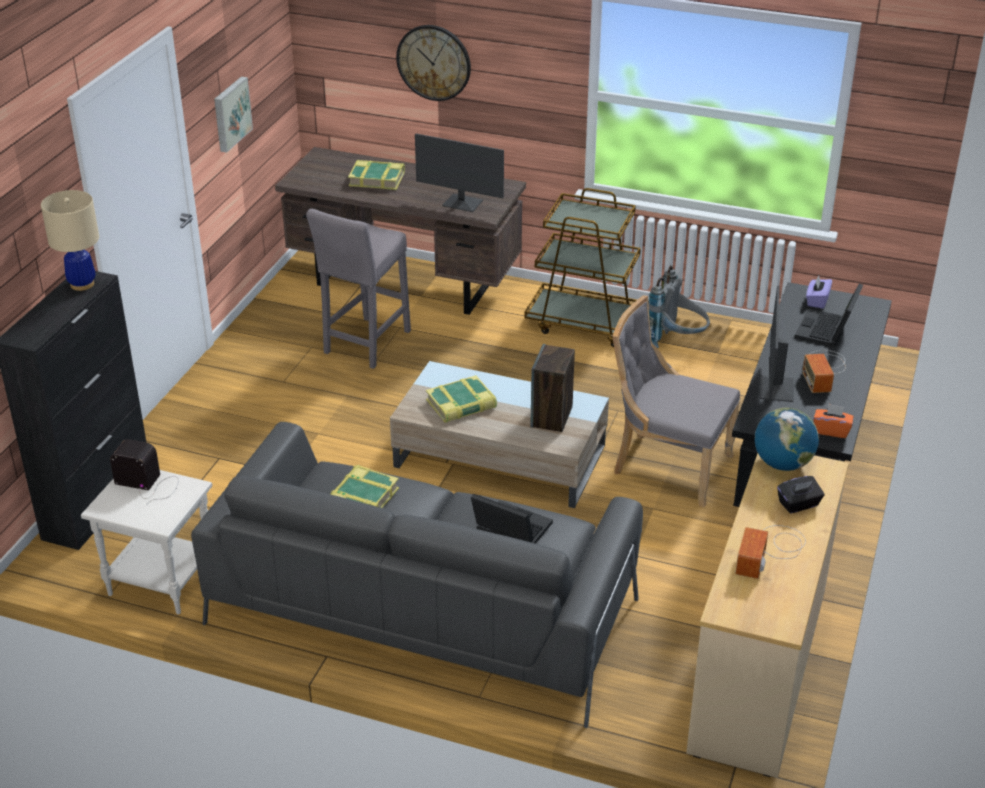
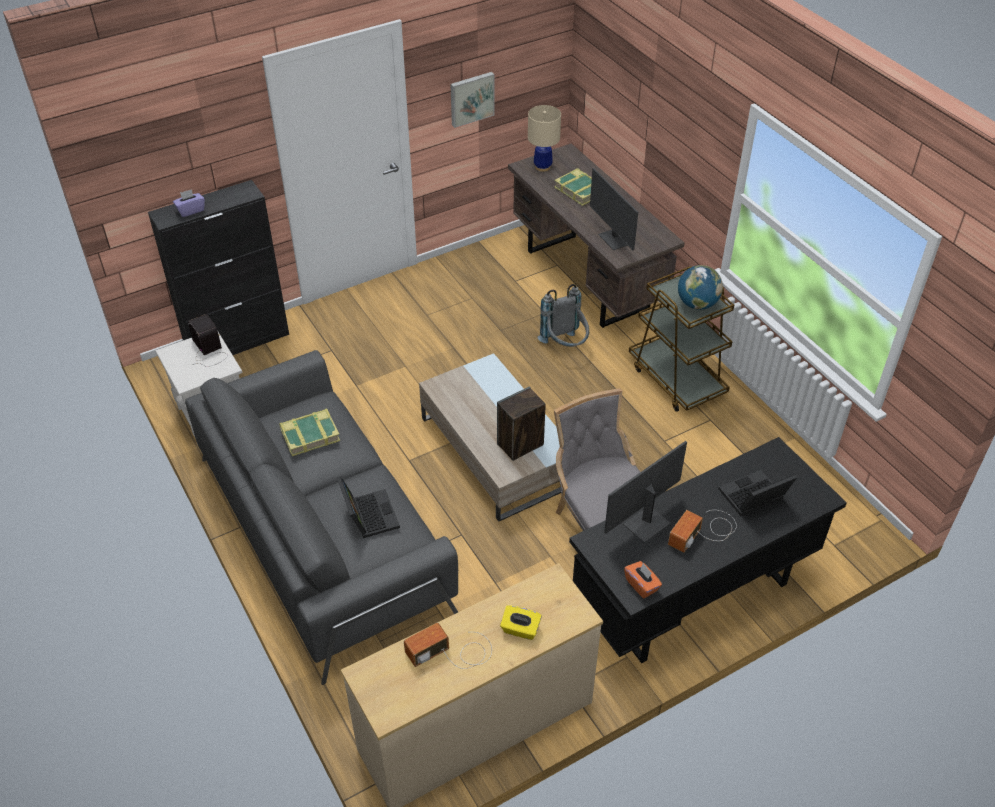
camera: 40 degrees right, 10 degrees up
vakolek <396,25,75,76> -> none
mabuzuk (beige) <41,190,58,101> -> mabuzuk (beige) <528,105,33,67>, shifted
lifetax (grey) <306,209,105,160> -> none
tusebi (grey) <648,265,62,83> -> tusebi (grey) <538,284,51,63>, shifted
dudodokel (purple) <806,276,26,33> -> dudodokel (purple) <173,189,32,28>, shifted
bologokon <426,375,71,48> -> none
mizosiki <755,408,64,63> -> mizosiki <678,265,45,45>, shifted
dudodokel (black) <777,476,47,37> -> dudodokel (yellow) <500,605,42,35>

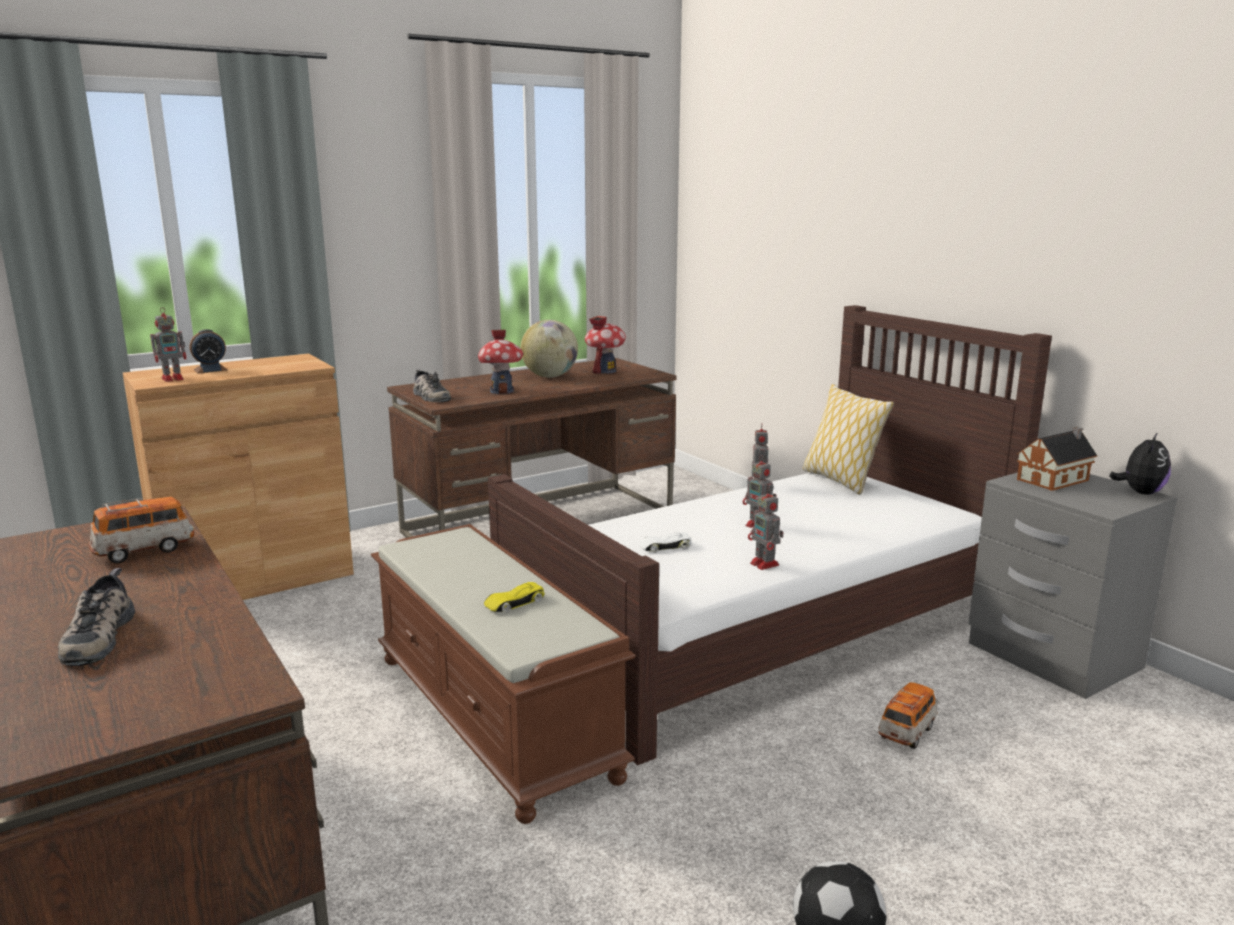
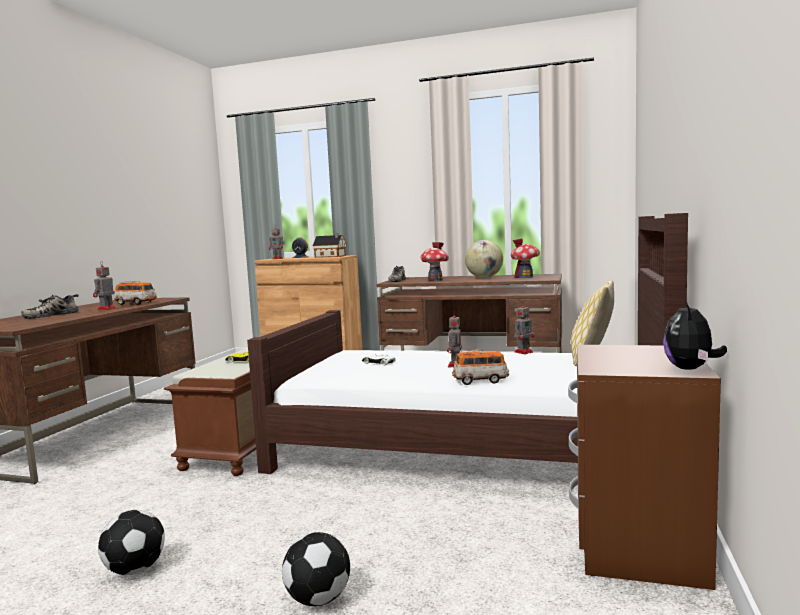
camera: 50 degrees right, 10 degrees down
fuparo <1016,427,81,64> -> fuparo <313,233,34,25>, shifted
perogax <1109,432,62,62> -> perogax <663,300,64,70>, 120 degrees clockwise
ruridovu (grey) <968,472,209,227> -> ruridovu (brown) <568,345,153,245>
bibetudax <748,488,35,82> -> bibetudax <93,261,23,49>, shifted
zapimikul <878,682,60,67> -> zapimikul <452,350,57,35>, shifted
none -> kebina <282,532,68,74>

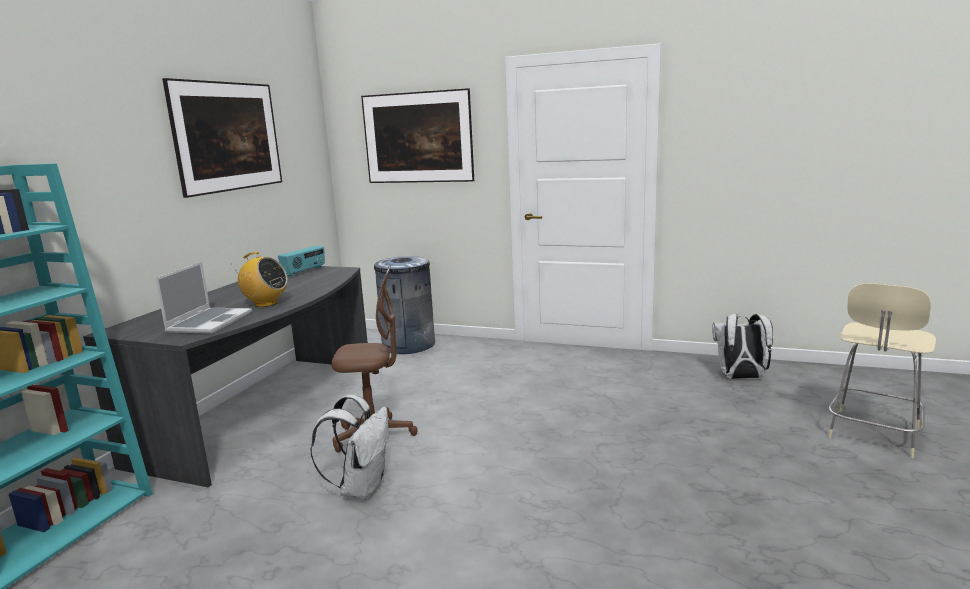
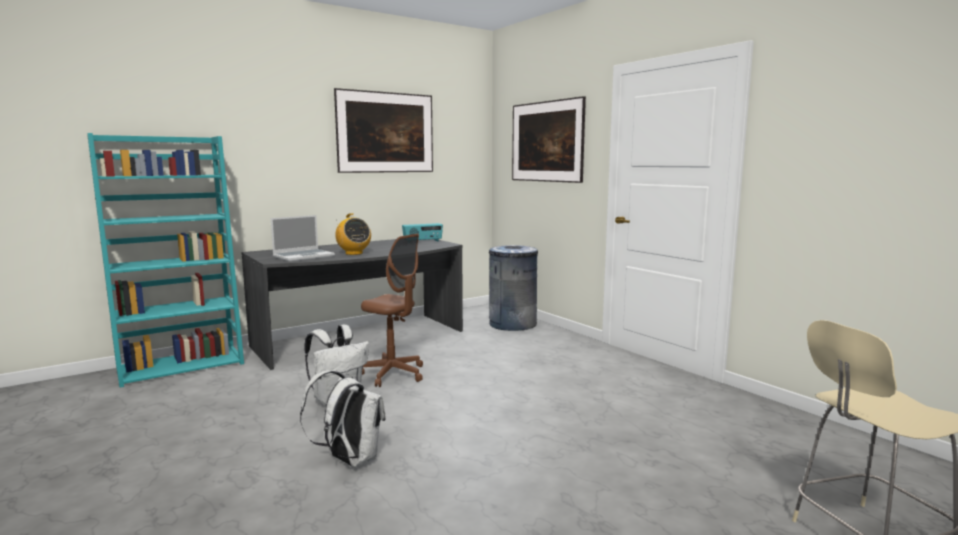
camera: 35 degrees right, 5 degrees down
tusebi (white) <712,314,61,65> -> tusebi (white) <300,370,86,97>, shifted

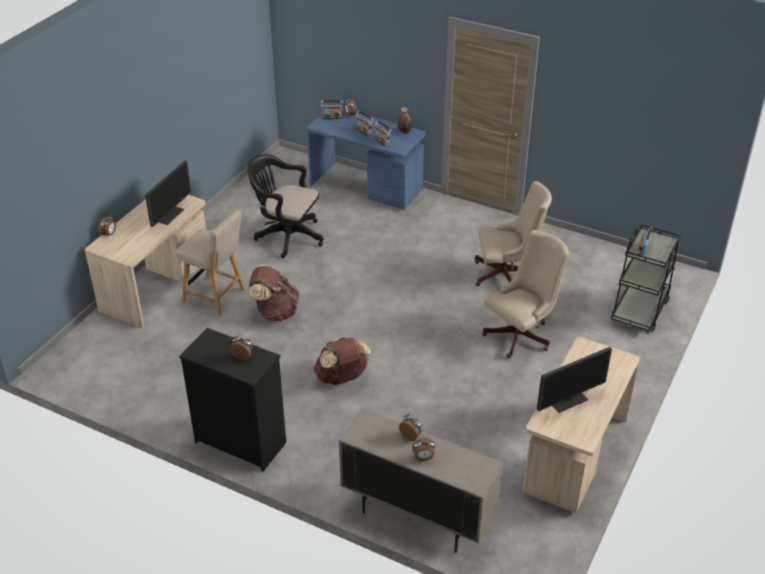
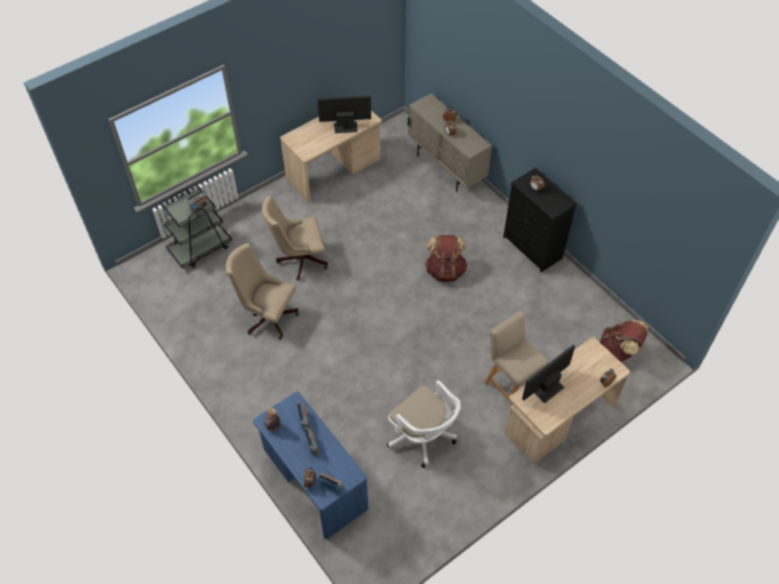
camera: 155 degrees left, 15 degrees up
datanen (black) <247,154,77,104> -> datanen (white) <387,380,74,88>
tusebi (brown) <249,265,50,56> -> tusebi (brown) <600,320,48,42>, shifted

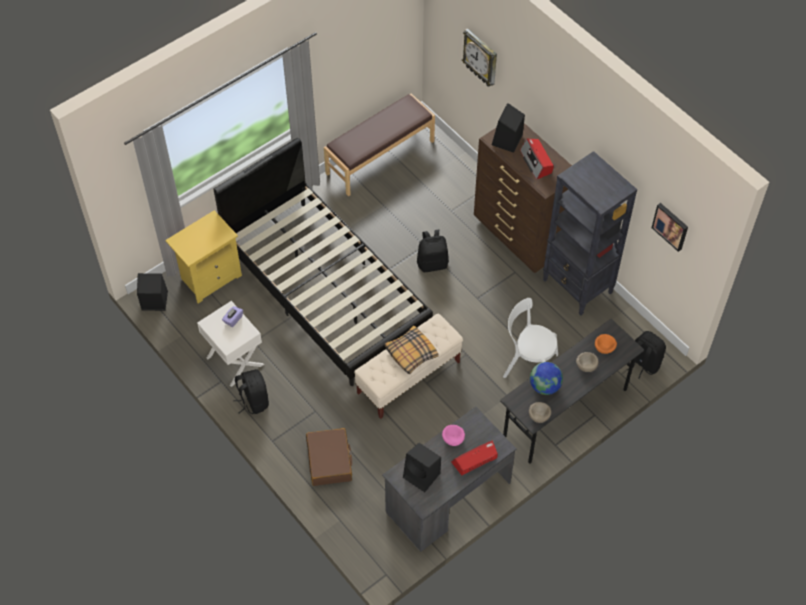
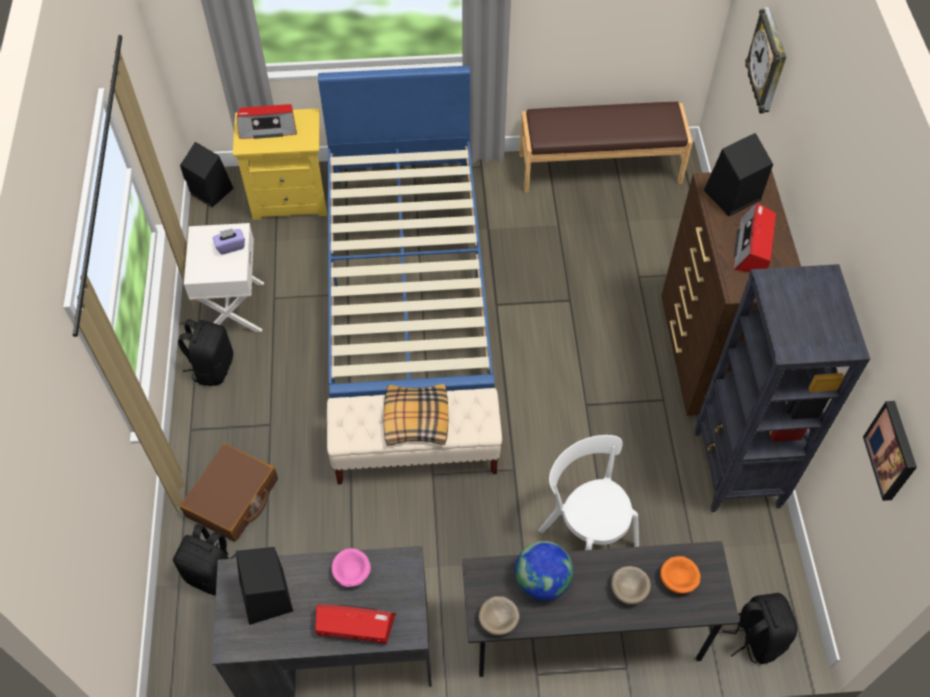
camera: 35 degrees right, 0 degrees up
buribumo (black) <214,138,219,248> -> buribumo (blue) <318,66,177,332>
tusebi (black) <417,229,32,43> -> tusebi (black) <173,524,63,72>, shifted
none -> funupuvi <237,104,60,35>

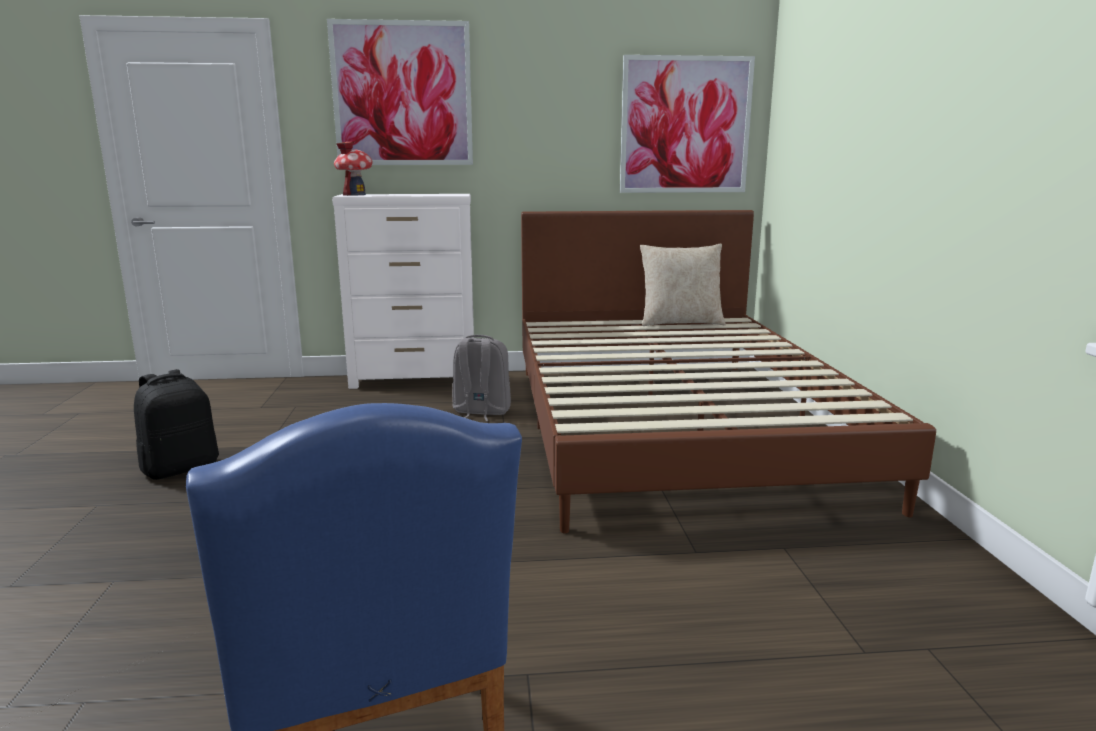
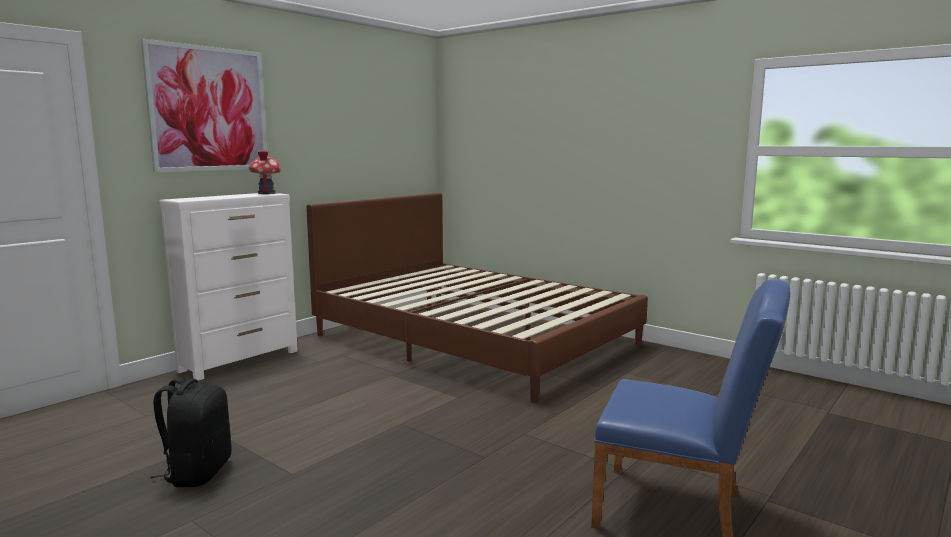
camera: 45 degrees left, 5 degrees down
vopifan <620,55,135,138> -> none
fuparo <334,142,39,54> -> fuparo <248,150,33,44>, shifted
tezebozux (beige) <640,244,86,82> -> none
tusebi (grey) <452,335,59,87> -> none

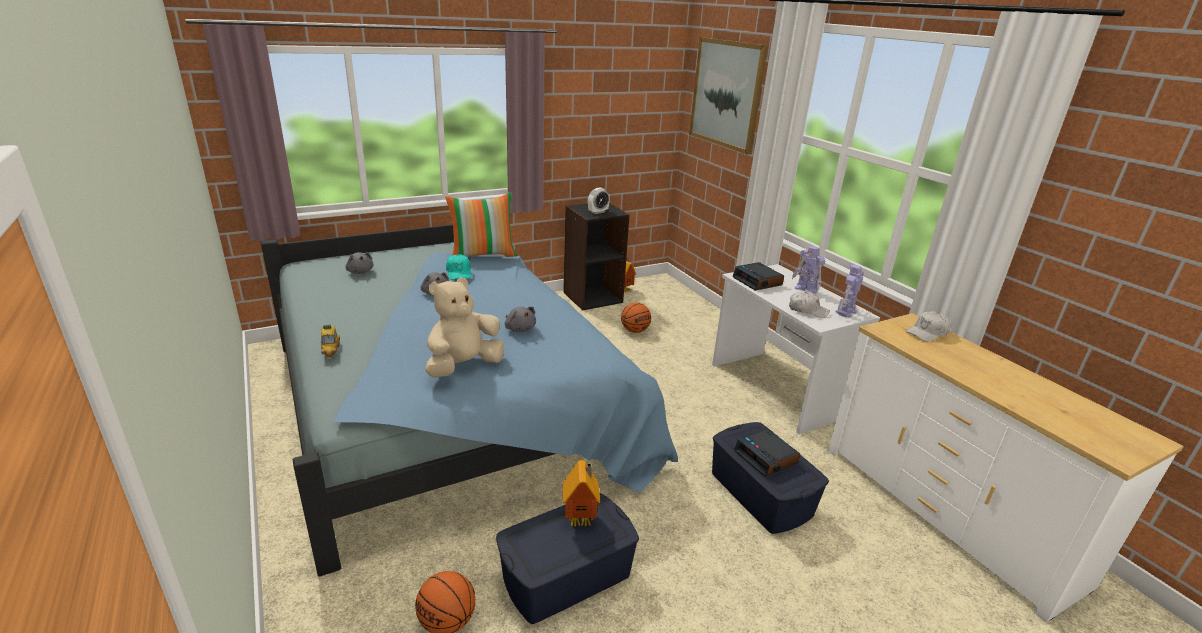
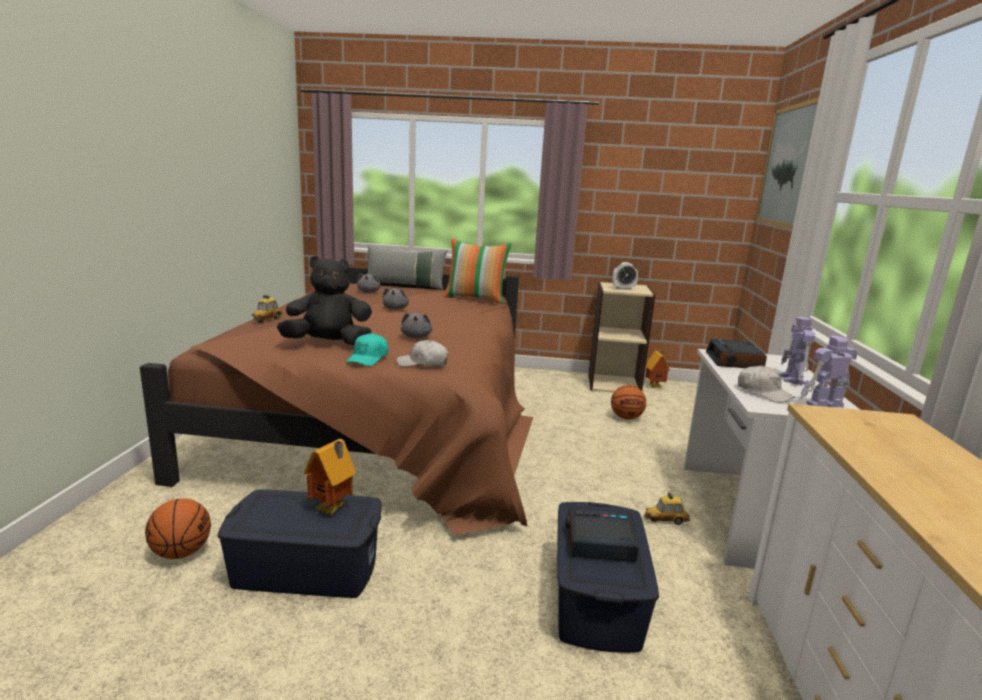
camera: 35 degrees right, 10 degrees down
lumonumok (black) <563,203,67,108> -> lumonumok (beige) <588,282,67,111>
buribumo (blue) <261,224,417,353> -> buribumo (brown) <140,267,393,268>
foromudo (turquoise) <446,254,25,26> -> foromudo (turquoise) <346,333,42,33>, shifted
perogax (beige) <425,277,79,101> -> perogax (black) <277,256,95,89>
foromudo (white) <906,311,45,31> -> foromudo (white) <397,340,51,27>, shifted
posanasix <734,428,66,49> -> posanasix <566,508,73,54>, 90 degrees clockwise
none -> tezebozux (grey) <367,245,80,45>
none -> zapimikul <644,493,47,32>

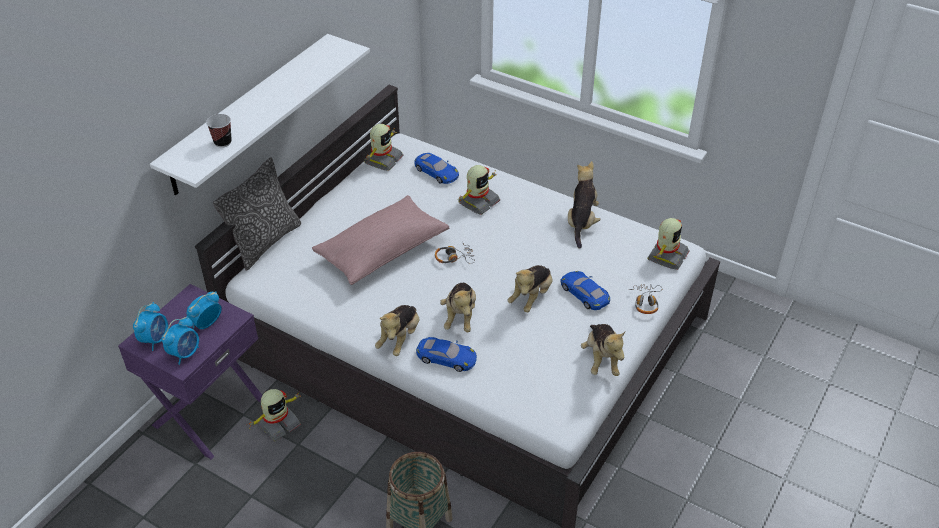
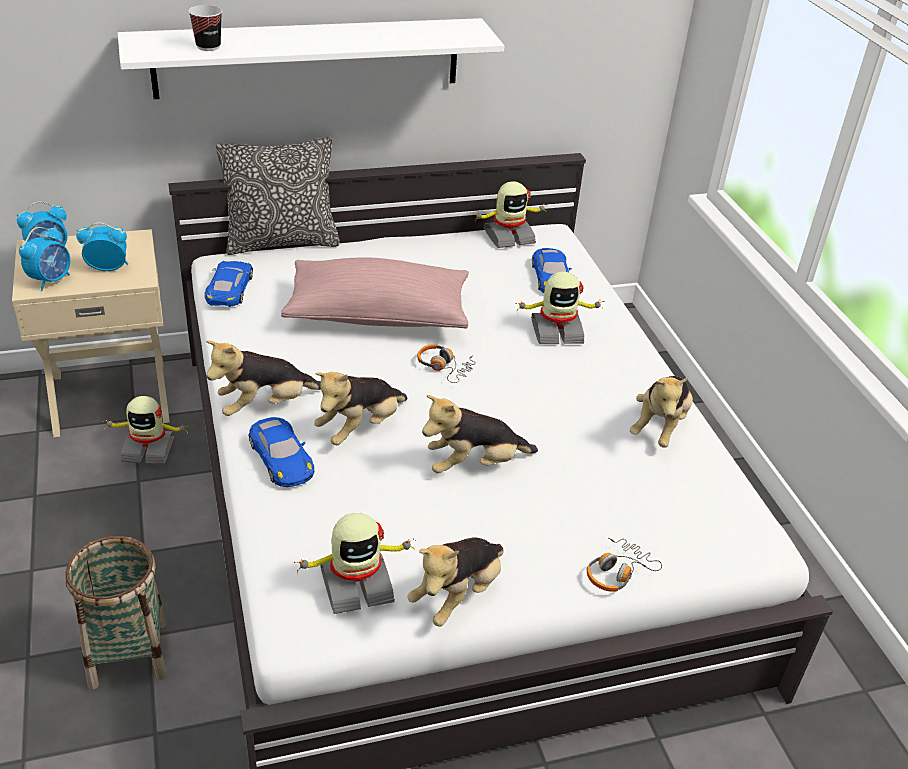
camera: 40 degrees right, 5 degrees down
perogax <568,161,33,88> -> perogax <630,376,63,72>, 150 degrees clockwise
bibetudax <648,218,41,52> -> bibetudax <294,513,121,101>, shifted
zapimikul (blue) <561,271,49,39> -> zapimikul (blue) <205,261,48,46>, shifted
ruridovu (purple) <118,284,144,175> -> ruridovu (beige) <12,229,158,208>
posanasix <162,316,37,49> -> posanasix <19,227,51,64>, 45 degrees counterclockwise

